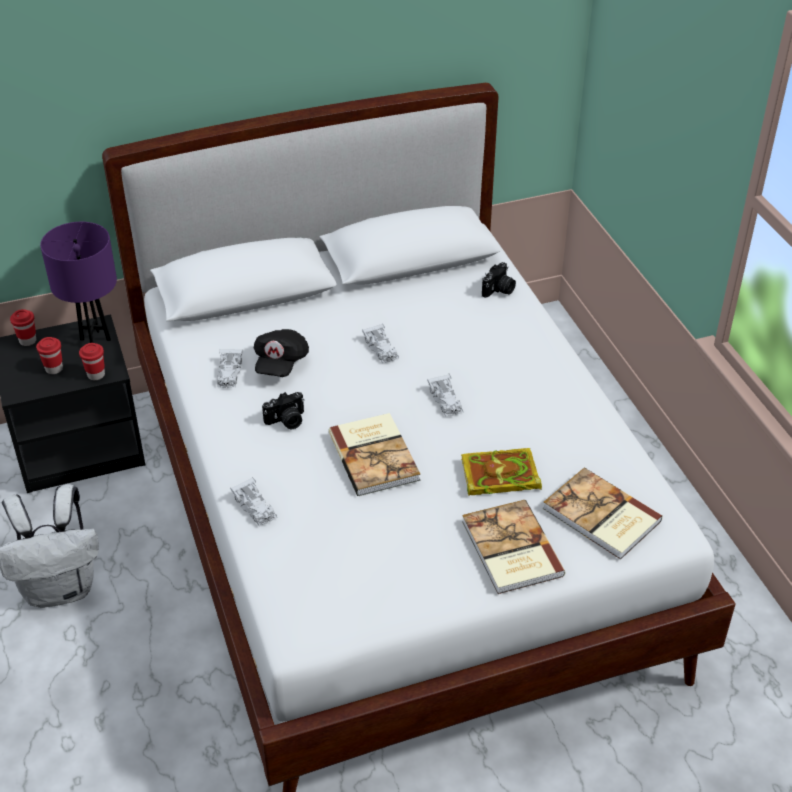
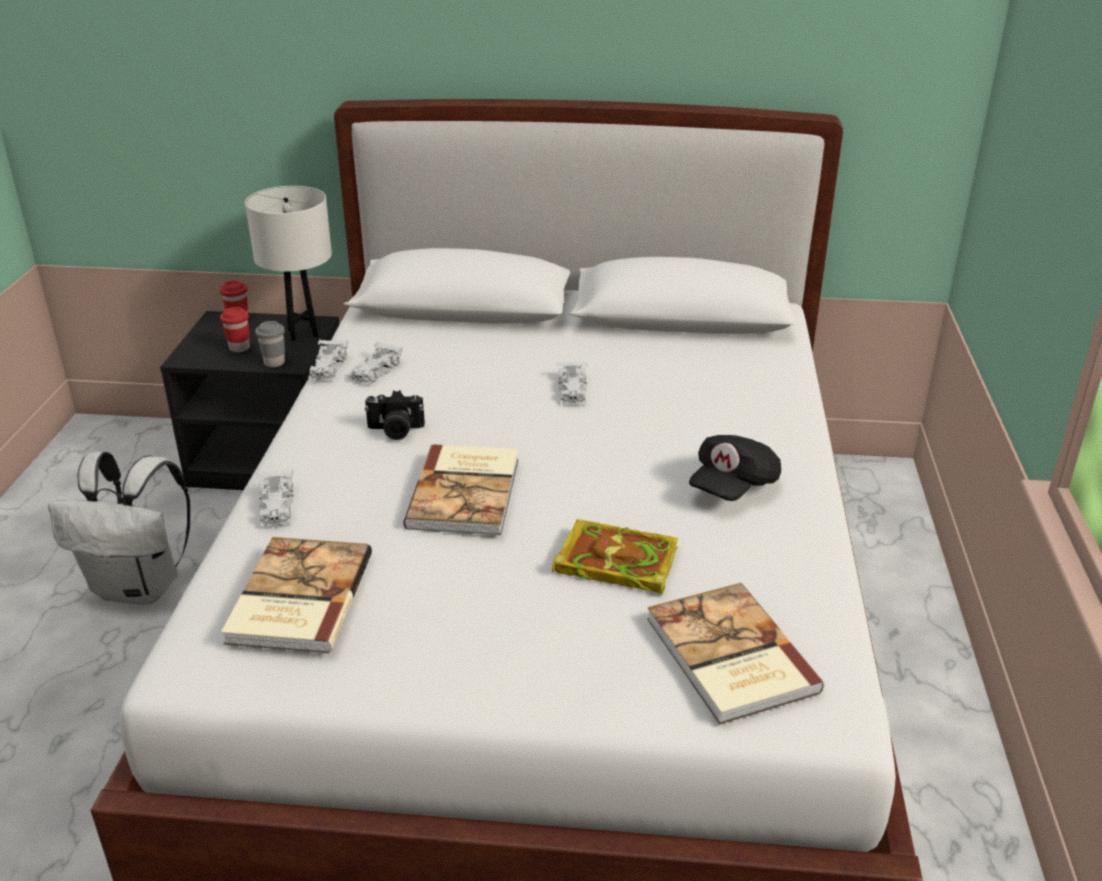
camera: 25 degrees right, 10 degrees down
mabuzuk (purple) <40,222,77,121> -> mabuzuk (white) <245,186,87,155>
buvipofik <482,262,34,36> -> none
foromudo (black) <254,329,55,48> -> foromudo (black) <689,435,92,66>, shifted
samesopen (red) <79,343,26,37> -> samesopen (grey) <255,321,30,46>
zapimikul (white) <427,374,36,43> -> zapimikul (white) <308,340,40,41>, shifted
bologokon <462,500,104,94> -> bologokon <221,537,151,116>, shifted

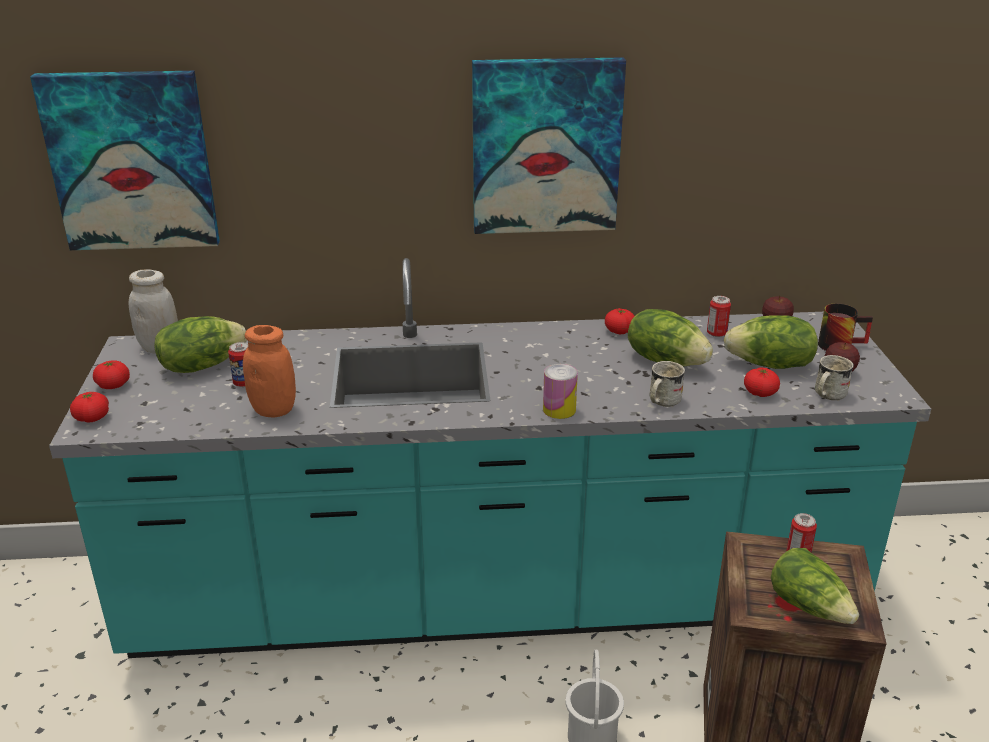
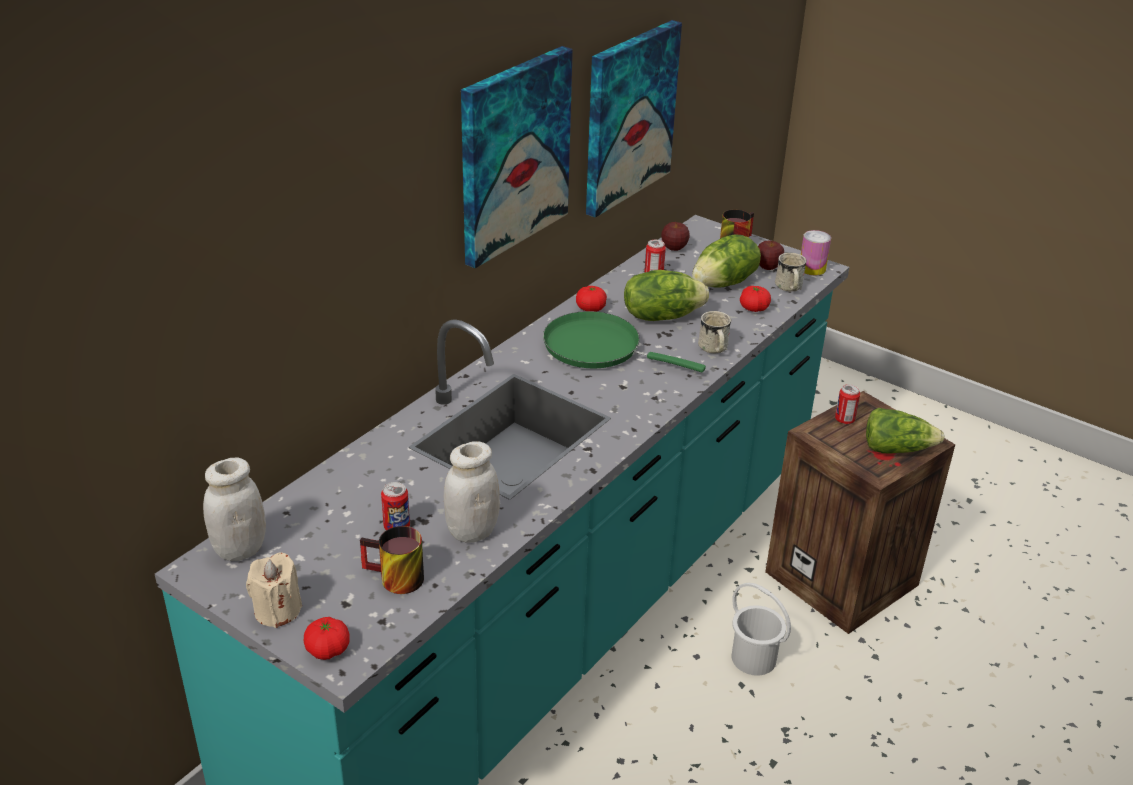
camera: 50 degrees left, 5 degrees up
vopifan <30,71,190,179> -> vopifan <586,20,96,198>, shifted
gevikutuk <154,316,93,57> -> none
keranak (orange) <243,325,53,93> -> keranak (white) <444,441,56,102>
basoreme <93,360,37,29> -> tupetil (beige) <246,552,56,76>
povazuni <543,364,35,55> -> povazuni <801,230,30,45>, shifted
none -> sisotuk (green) <543,311,163,62>
none -> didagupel <360,526,64,68>

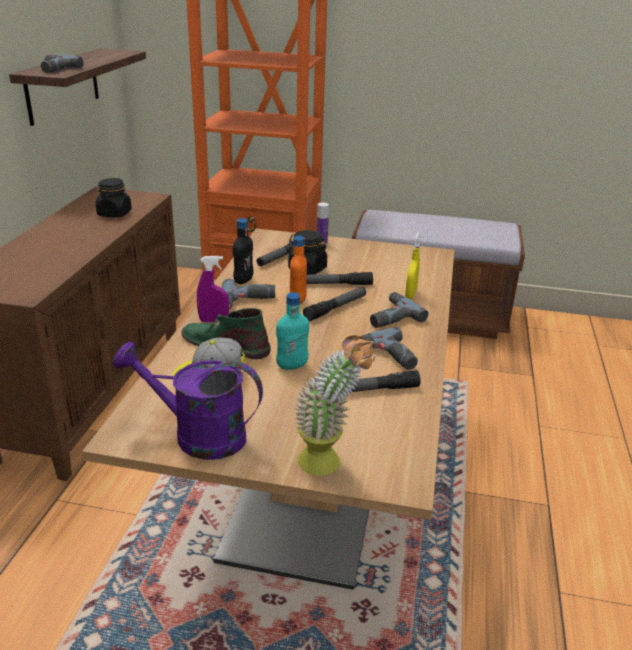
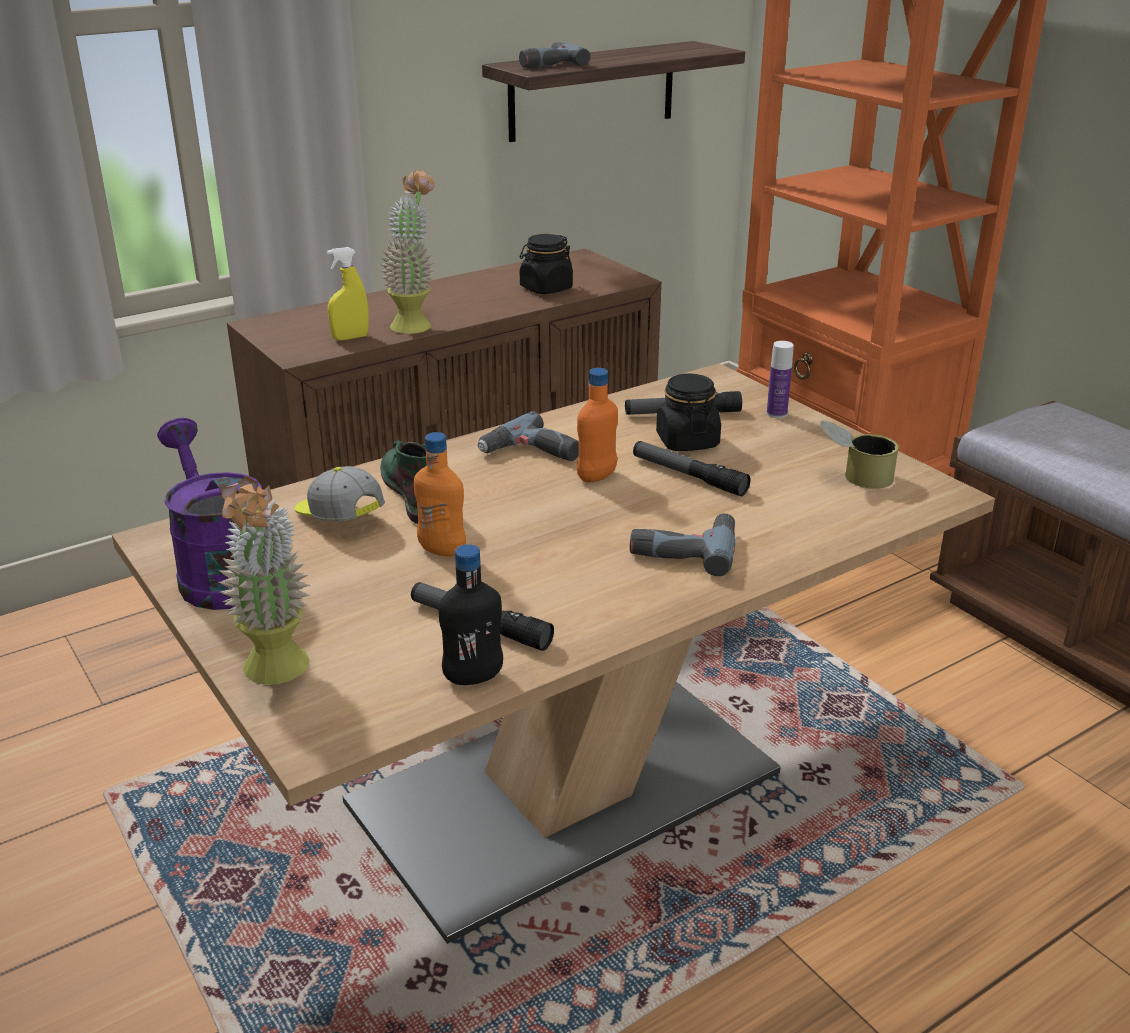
camera: 45 degrees right, 0 degrees up
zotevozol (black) <233,218,21,66> -> zotevozol (black) <438,544,65,141>, shifted
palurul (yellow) <405,233,16,66> -> palurul (yellow) <327,247,42,93>, shifted
palurul (purple) <197,256,32,66> -> none
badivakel <303,287,63,34> -> none
zotevozol (turquoise) <276,292,33,78> -> zotevozol (orange) <414,432,52,125>
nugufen <350,327,68,43> -> none
none -> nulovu <380,170,55,164>
none -> povazuni <820,421,79,68>

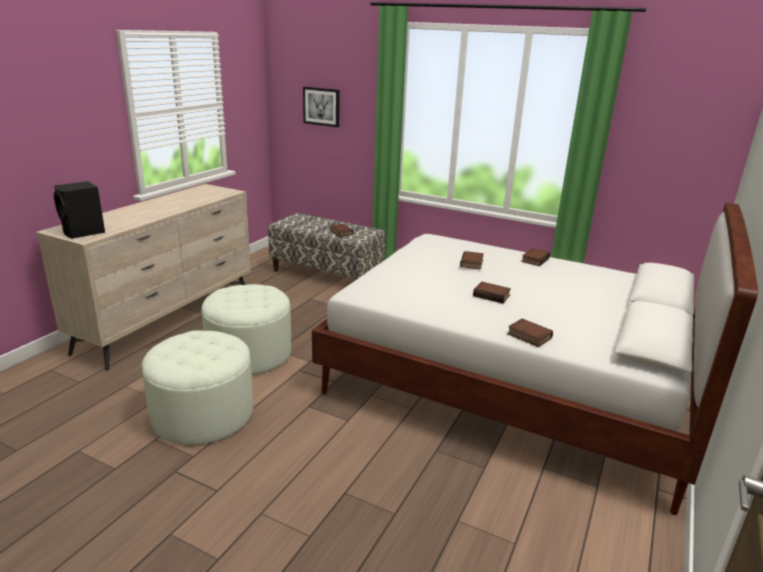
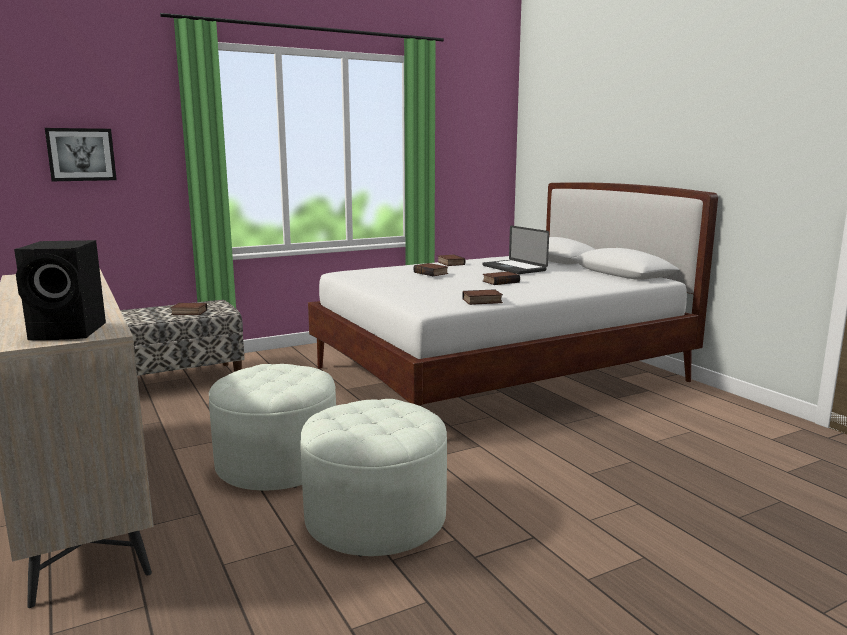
camera: 55 degrees left, 10 degrees down
bologokon <507,319,46,28> -> bologokon <462,289,41,16>, shifted
none -> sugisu <482,226,67,48>

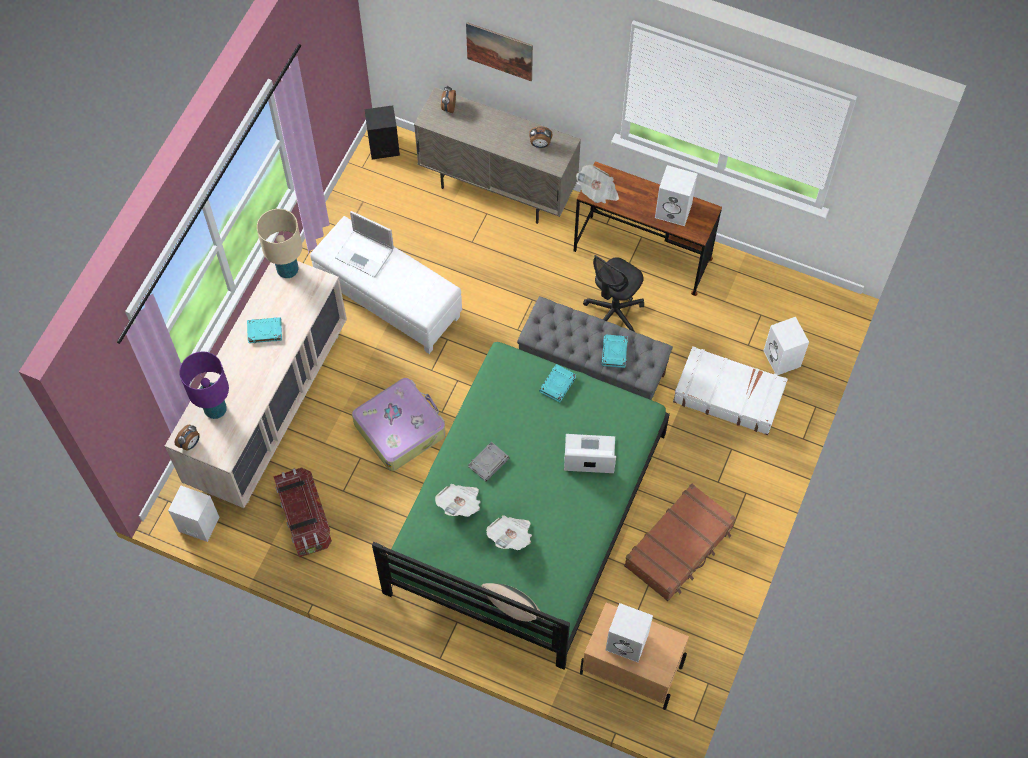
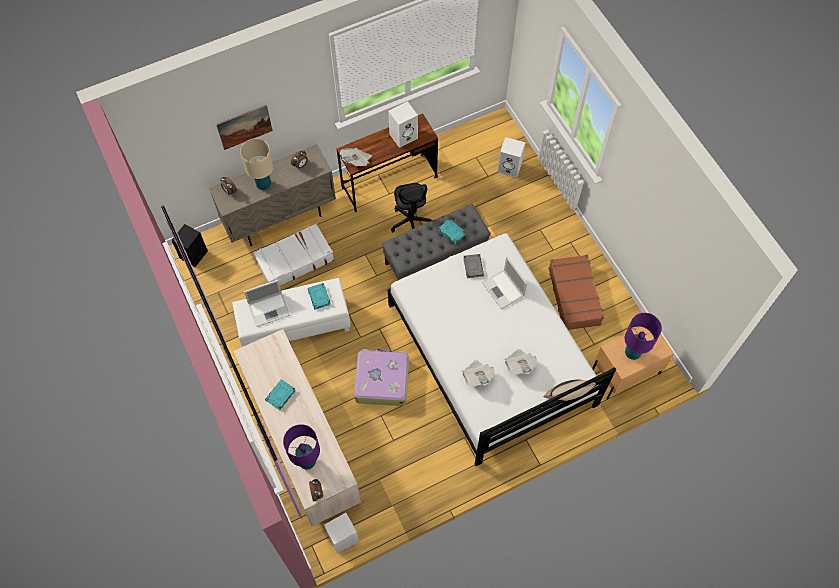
camera: 50 degrees left, 0 degrees up
mabuzuk (beige) <257,209,45,69> -> mabuzuk (beige) <240,138,33,52>, shifted
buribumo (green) <372,342,298,328> -> buribumo (white) <388,233,228,233>
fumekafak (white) <673,346,115,89> -> fumekafak (white) <253,223,81,62>, shifted
bologokon (turquoise) <539,364,38,39> -> bologokon (turquoise) <308,283,23,27>, shifted
sugisu <564,434,52,39> -> sugisu <482,257,45,52>, 75 degrees counterclockwise
bologokon (grey) <468,442,41,40> -> bologokon (grey) <464,254,20,24>, shifted
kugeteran <273,467,59,90> -> none
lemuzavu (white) <606,603,47,59> -> mabuzuk (purple) <625,313,37,47>

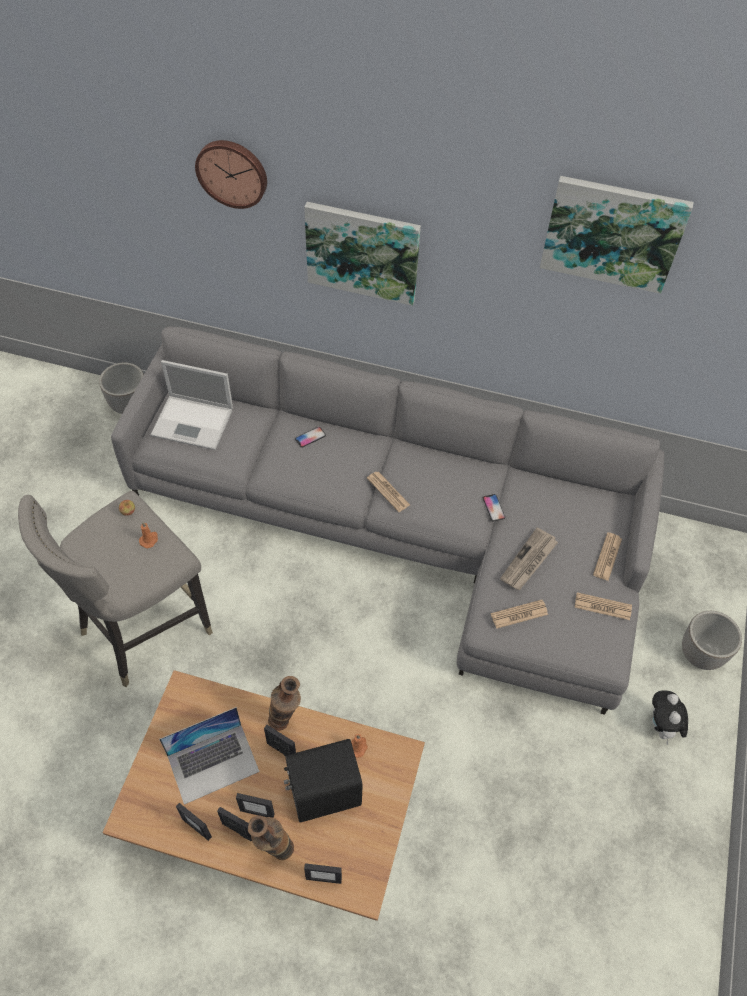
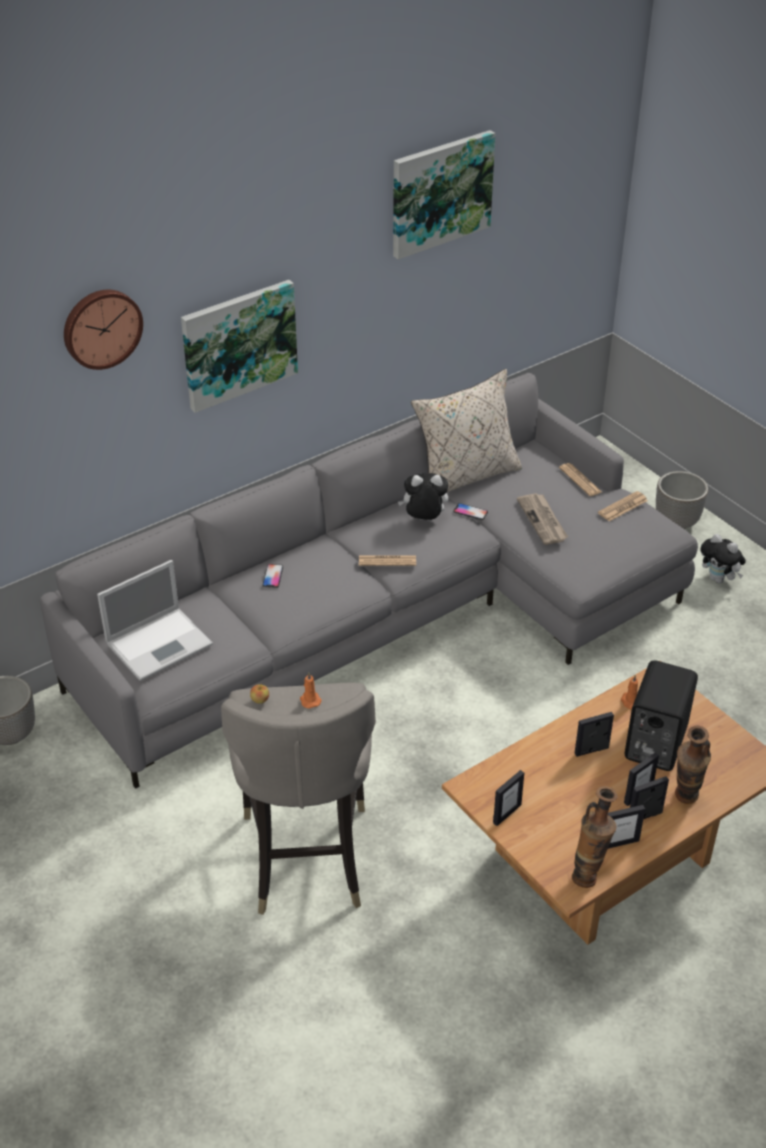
camera: 50 degrees left, 15 degrees down
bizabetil <491,600,57,29> -> none
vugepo <268,676,33,55> -> vugepo <572,786,46,102>, shifted
sugisu <159,707,101,98> -> none
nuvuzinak <304,863,38,21> -> nuvuzinak <493,770,31,56>, shifted
none -> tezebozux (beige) <411,369,111,124>
none -> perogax <398,473,50,47>

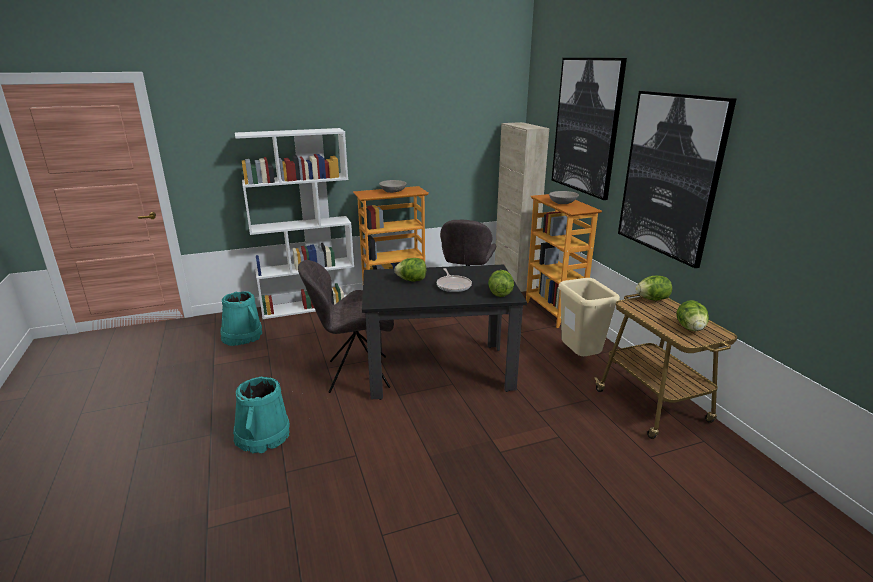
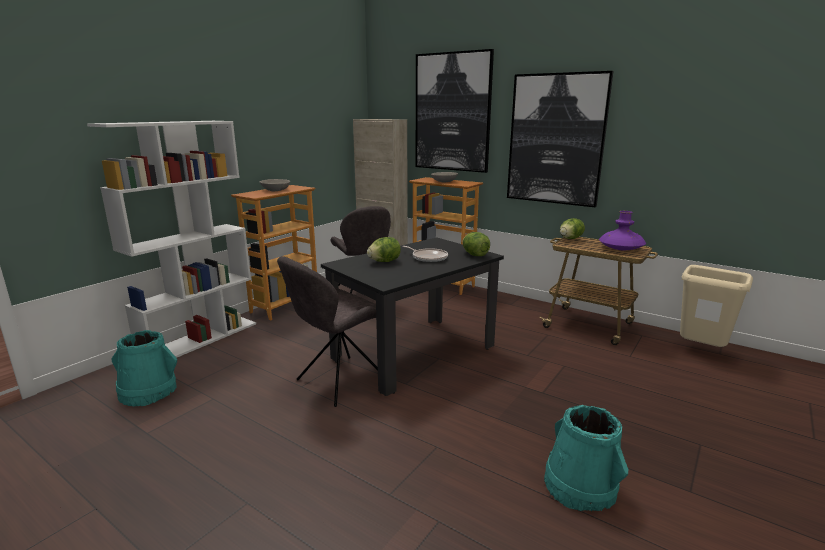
camera: 35 degrees left, 5 degrees down
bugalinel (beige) <558,278,62,78> -> bugalinel (beige) <680,265,73,82>, shifted
gevikutuk <677,300,32,31> -> vugepo (purple) <599,211,47,39>
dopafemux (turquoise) <233,377,57,76> -> dopafemux (turquoise) <544,405,84,106>, shifted

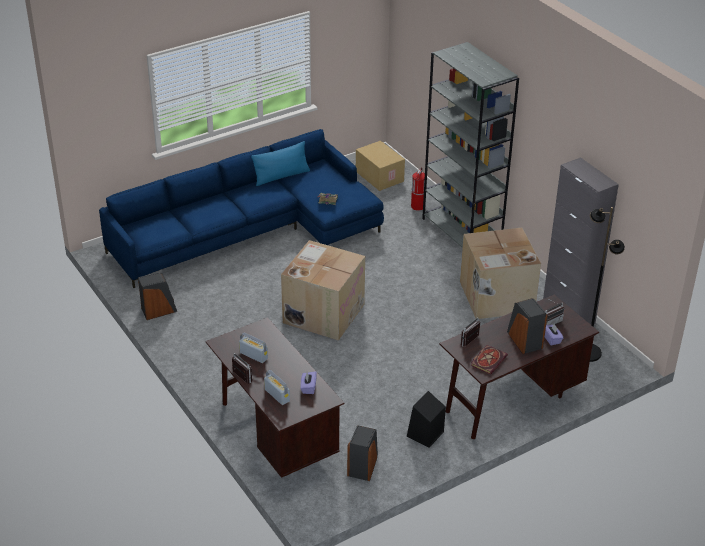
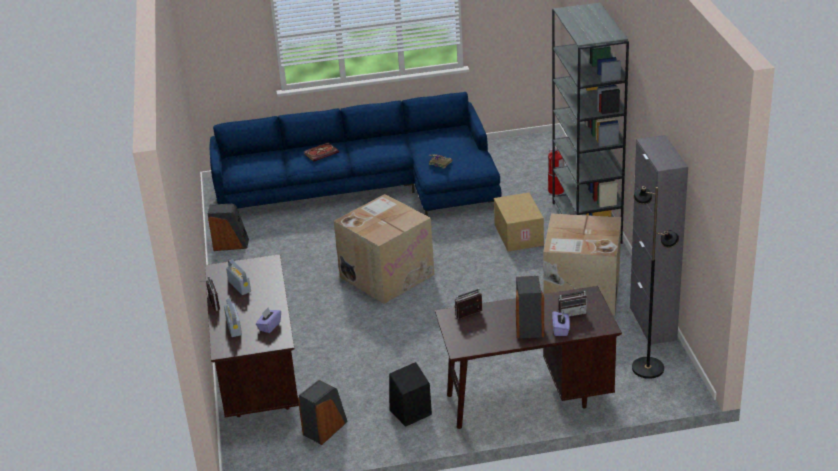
camera: 25 degrees right, 5 degrees down
tezebozux (blue) <251,141,59,45> -> none
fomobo <356,141,49,50> -> fomobo <494,192,50,60>, shifted
bologokon <470,345,38,29> -> bologokon <303,143,36,19>, shifted

